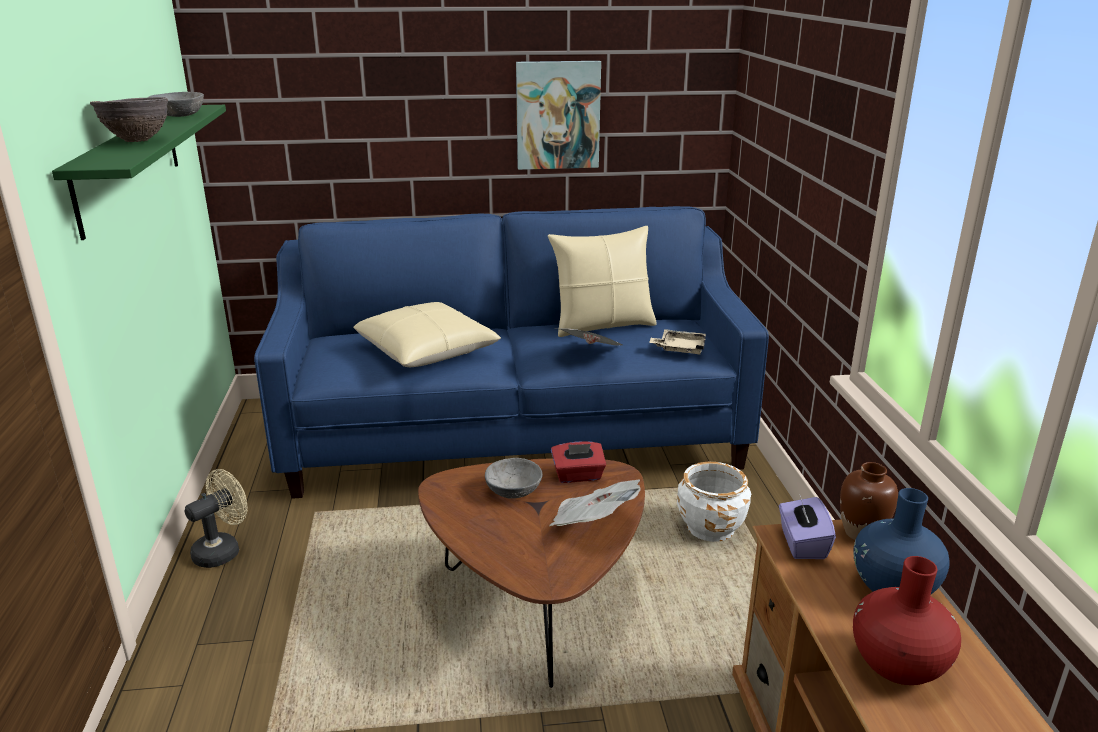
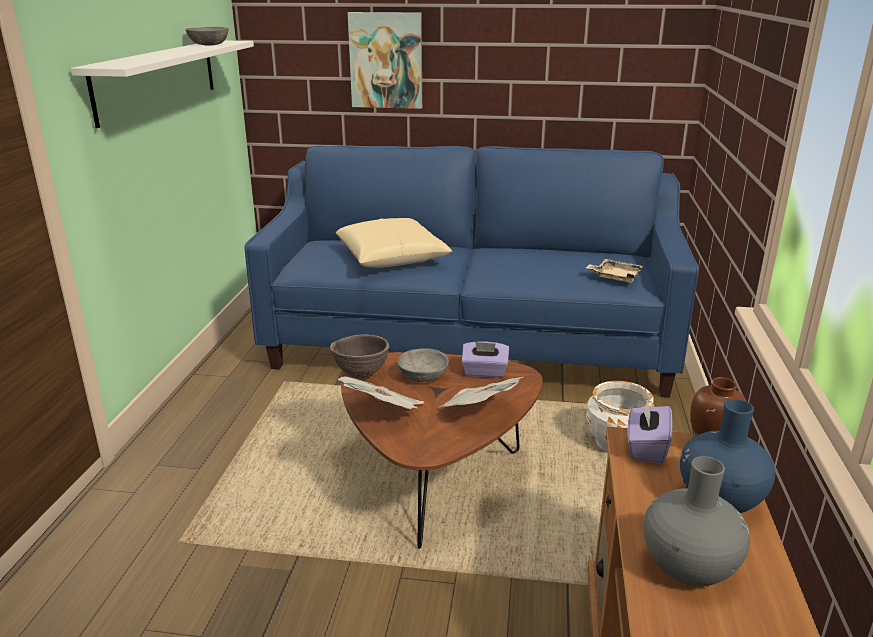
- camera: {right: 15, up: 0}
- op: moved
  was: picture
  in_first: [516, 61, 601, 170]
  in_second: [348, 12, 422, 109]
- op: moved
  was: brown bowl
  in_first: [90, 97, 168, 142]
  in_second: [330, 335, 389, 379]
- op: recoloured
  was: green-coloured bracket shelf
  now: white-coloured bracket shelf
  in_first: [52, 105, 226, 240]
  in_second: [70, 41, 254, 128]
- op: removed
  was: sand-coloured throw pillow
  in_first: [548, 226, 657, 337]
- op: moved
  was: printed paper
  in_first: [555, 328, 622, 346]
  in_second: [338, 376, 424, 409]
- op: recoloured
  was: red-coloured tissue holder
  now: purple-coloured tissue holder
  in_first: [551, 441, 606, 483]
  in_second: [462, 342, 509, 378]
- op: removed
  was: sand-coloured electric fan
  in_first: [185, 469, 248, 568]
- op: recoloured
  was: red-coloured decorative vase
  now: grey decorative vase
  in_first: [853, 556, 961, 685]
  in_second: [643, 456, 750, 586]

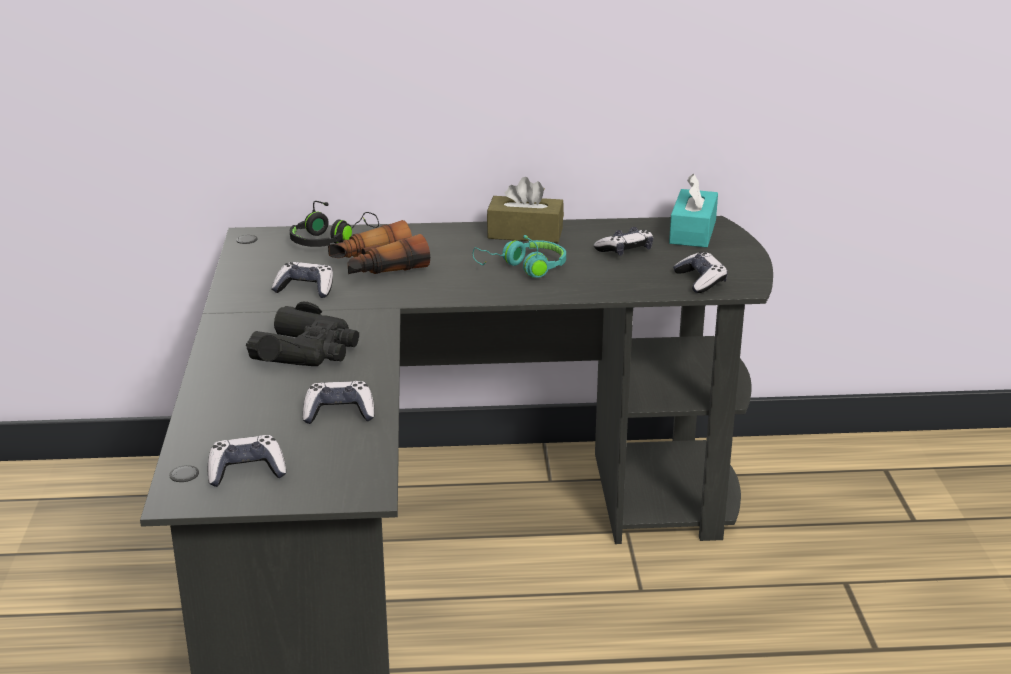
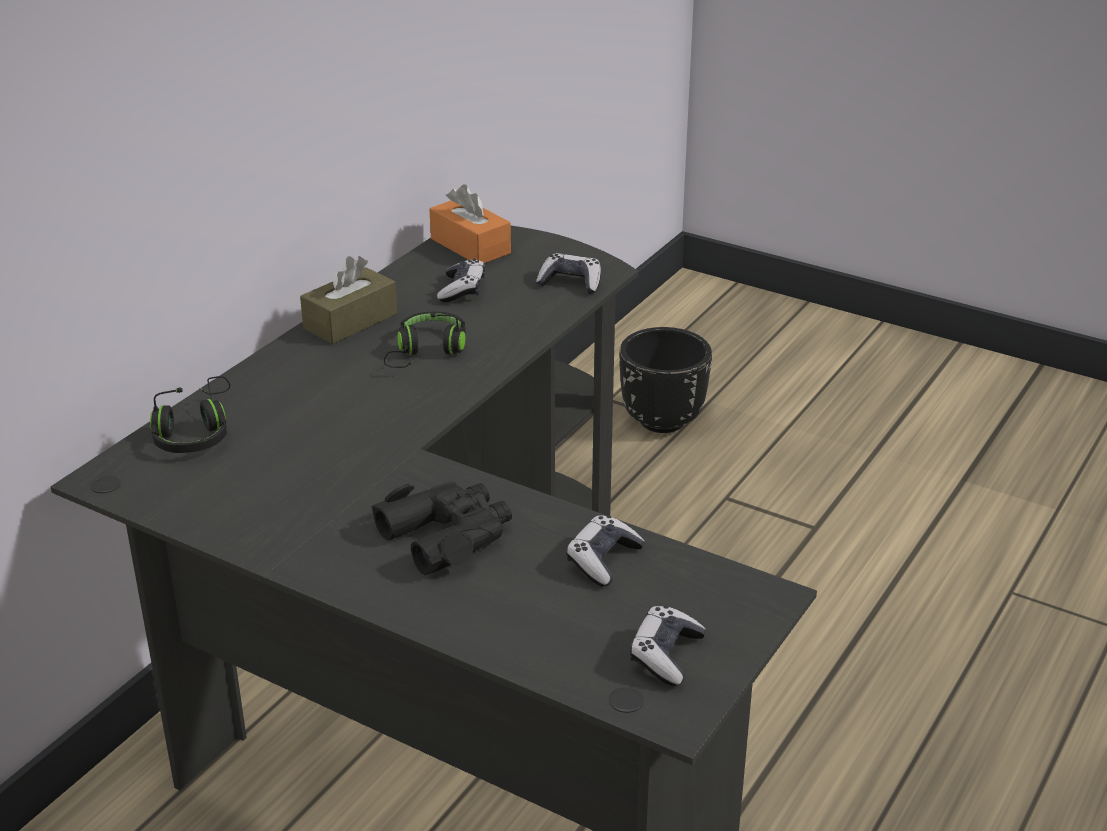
- camera: {right: -55, up: 5}
- op: recoloured
  was: blue-green tissue holder
  now: orange-coloured tissue holder
  in_first: [669, 174, 718, 248]
  in_second: [429, 184, 511, 264]
- op: removed
  was: field glasses
  in_first: [328, 220, 430, 274]
- op: recoloured
  was: blue-green headset
  now: black-coloured headset
  in_first: [473, 235, 566, 278]
  in_second: [384, 312, 466, 368]
- op: removed
  was: joypad
  in_first: [271, 262, 333, 298]
- op: added
  now: black-coloured planter
  in_second: [619, 327, 712, 433]

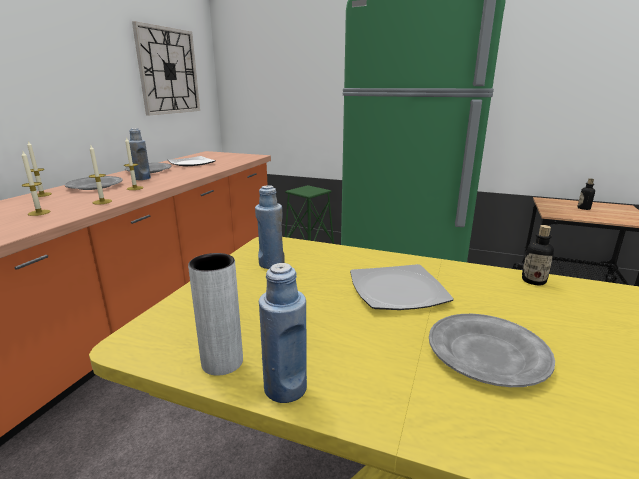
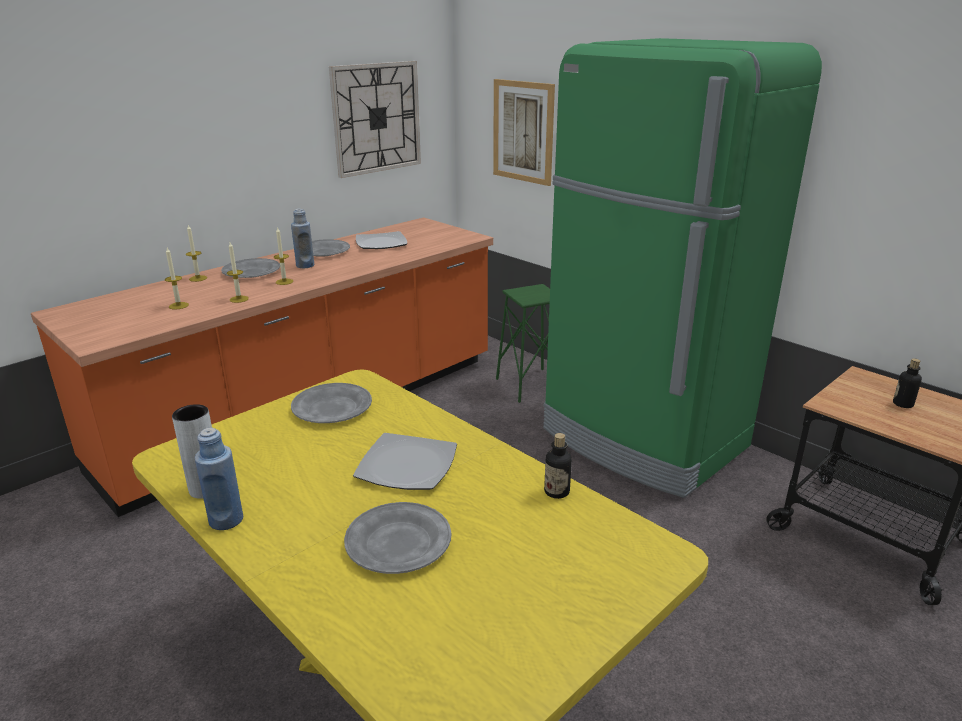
- camera: {right: 25, up: 5}
- op: replaced
  was: bluish bottle
  now: grey plate
  in_first: [255, 185, 285, 269]
  in_second: [291, 383, 372, 423]
- op: added
  now: picture
  in_second: [493, 79, 555, 186]

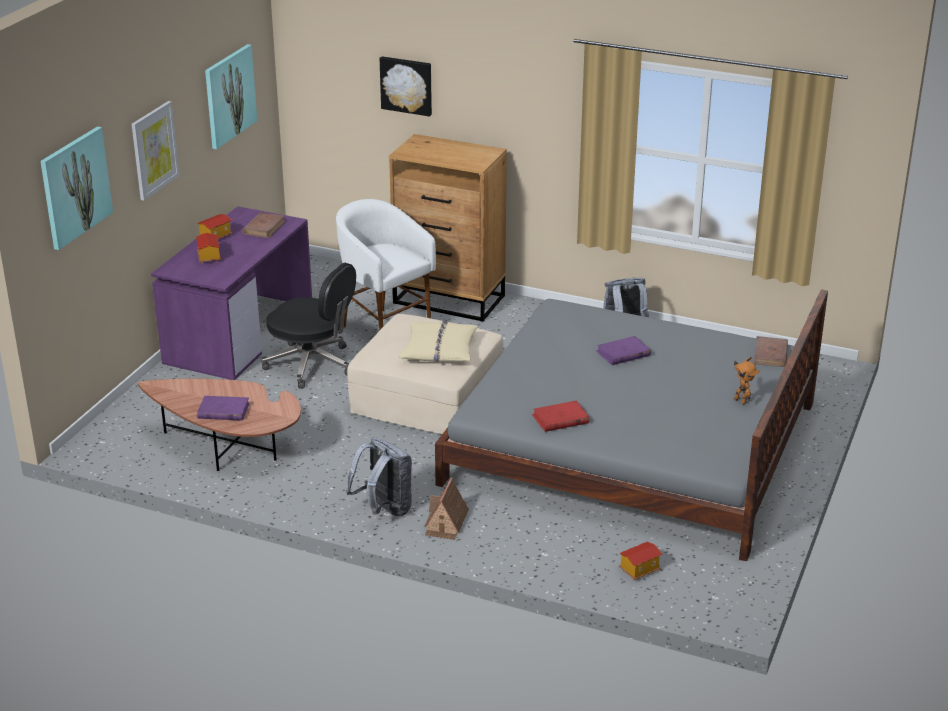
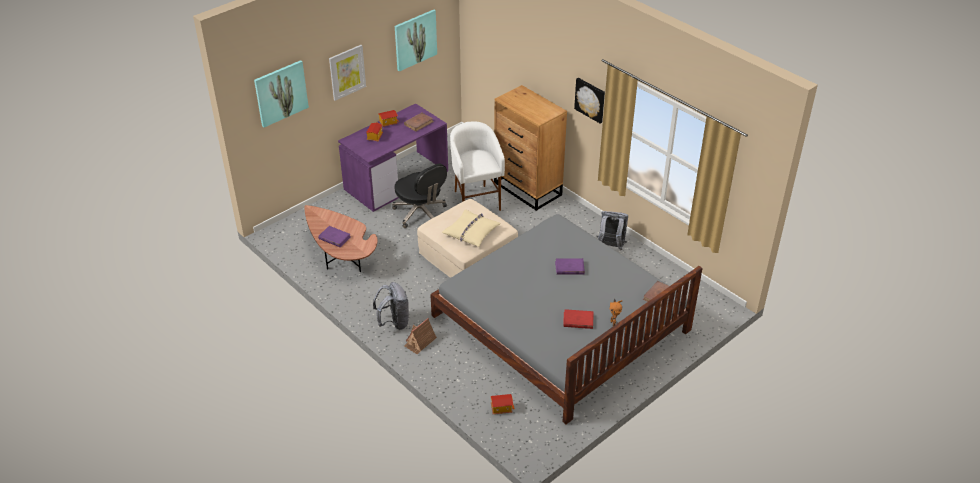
- camera: {right: 25, up: 10}
- op: moved
  was: picture
  in_first: [379, 56, 432, 116]
  in_second: [574, 78, 605, 124]
- op: moved
  was: red-coloured bound book
  in_first: [532, 400, 589, 432]
  in_second: [564, 309, 594, 329]

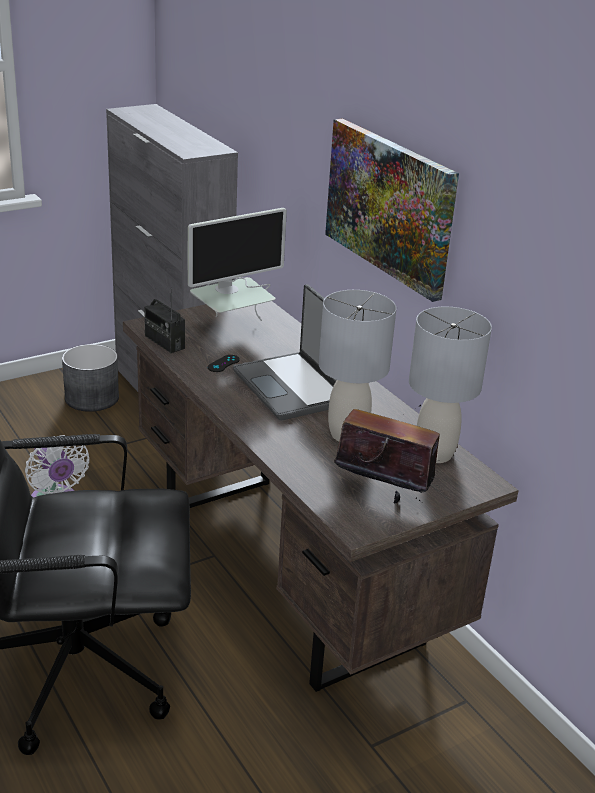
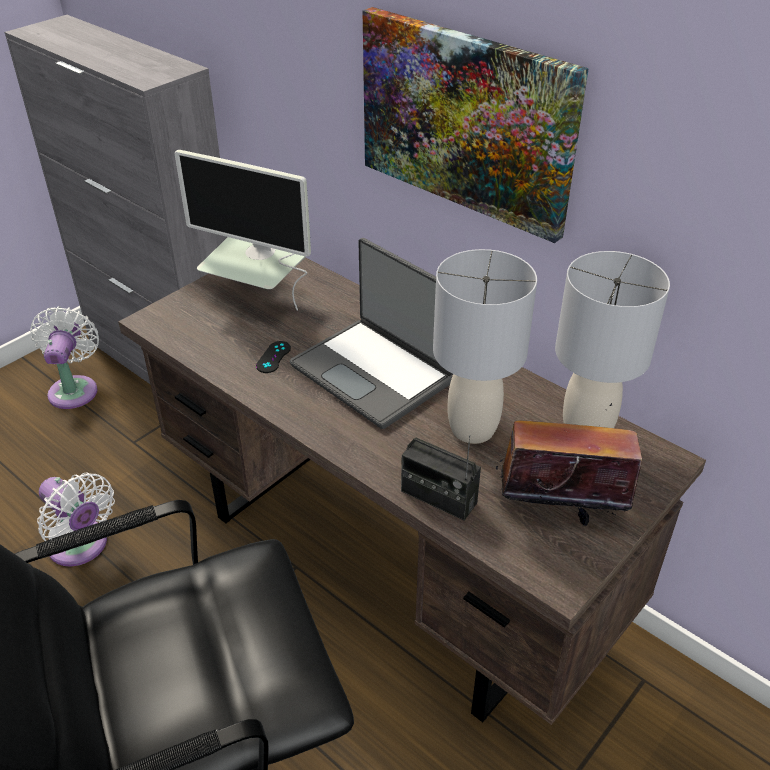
- camera: {right: -15, up: 10}
- op: turned
  was: computer display
  in_first: [188, 208, 287, 321]
  in_second: [175, 150, 311, 310]
  clockwise: 75
- op: moved
  was: radio set
  in_first: [144, 288, 185, 353]
  in_second: [401, 435, 481, 520]
- op: replaced
  was: grey planter
  now: white-coloured electric fan
  in_first: [62, 344, 119, 412]
  in_second: [30, 306, 99, 409]

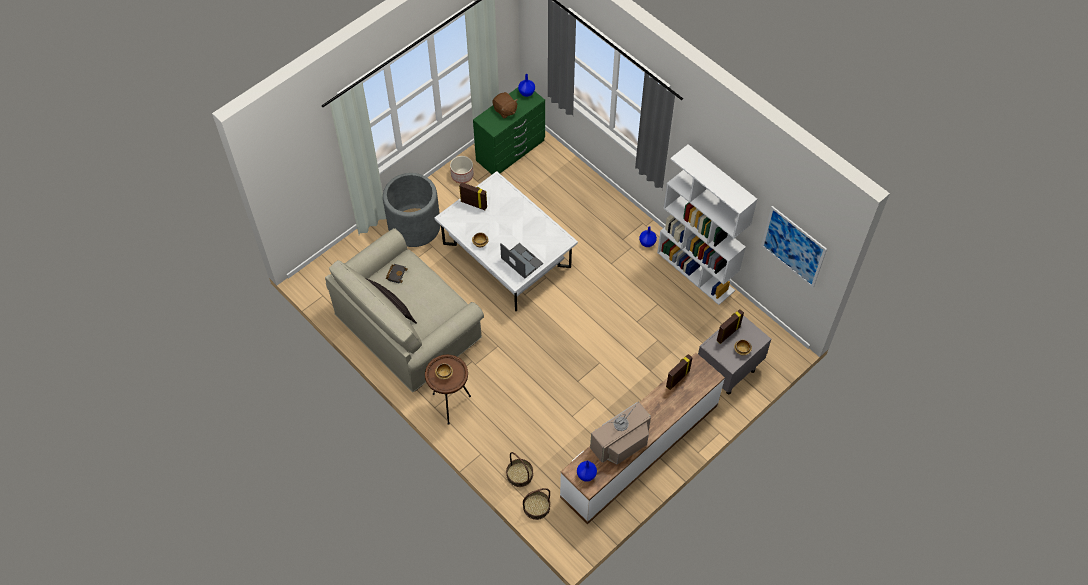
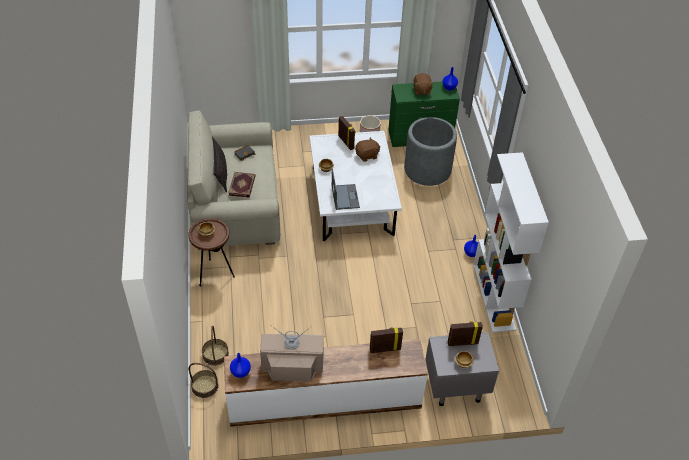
- camera: {right: 35, up: -10}
- op: moved
  was: grey planter
  in_first: [383, 173, 441, 247]
  in_second: [404, 117, 457, 186]
- op: removed
  was: picture
  in_first: [761, 206, 827, 288]
- op: added
  now: brown cuddly toy
  in_second: [355, 137, 380, 162]
- op: added
  now: bound book
  in_second: [228, 172, 256, 198]

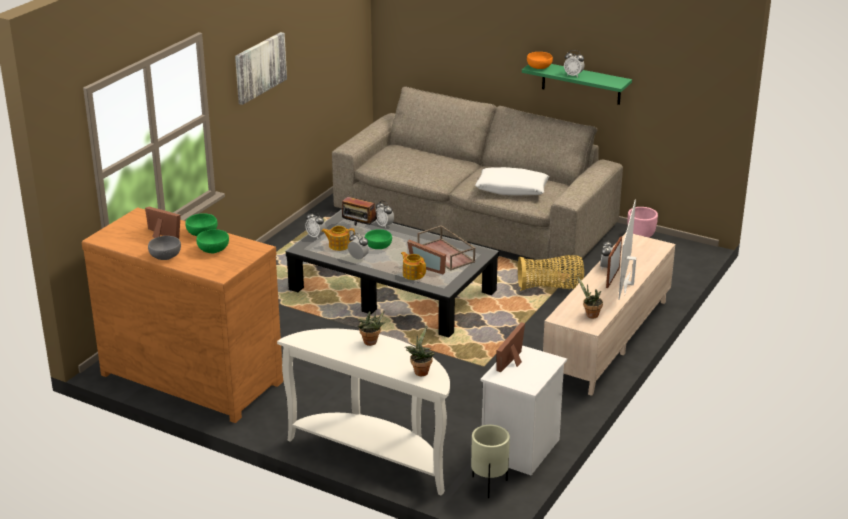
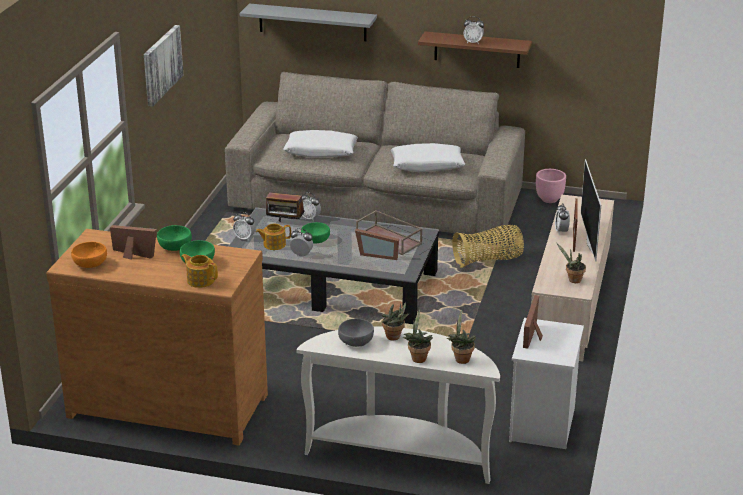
- camera: {right: -15, up: 0}
- op: moved
  was: orange-coloured bowl
  in_first: [527, 52, 553, 69]
  in_second: [71, 242, 107, 268]
- op: recoloured
  was: green-coloured bracket shelf
  now: brown bracket shelf
  in_first: [522, 64, 632, 105]
  in_second: [418, 31, 532, 68]
- op: moved
  was: grey bowl
  in_first: [148, 236, 181, 260]
  in_second: [338, 319, 374, 347]
- op: moved
  was: tea pot
  in_first: [401, 252, 426, 280]
  in_second: [181, 254, 218, 288]
- op: removed
  was: sand-coloured planter
  in_first: [471, 425, 510, 498]
- op: added
  now: grey bracket shelf
  in_second: [240, 3, 377, 41]
- op: added
  now: white-coloured throw pillow
  in_second: [283, 130, 358, 158]
- op: added
  now: potted plant
  in_second: [403, 309, 433, 363]

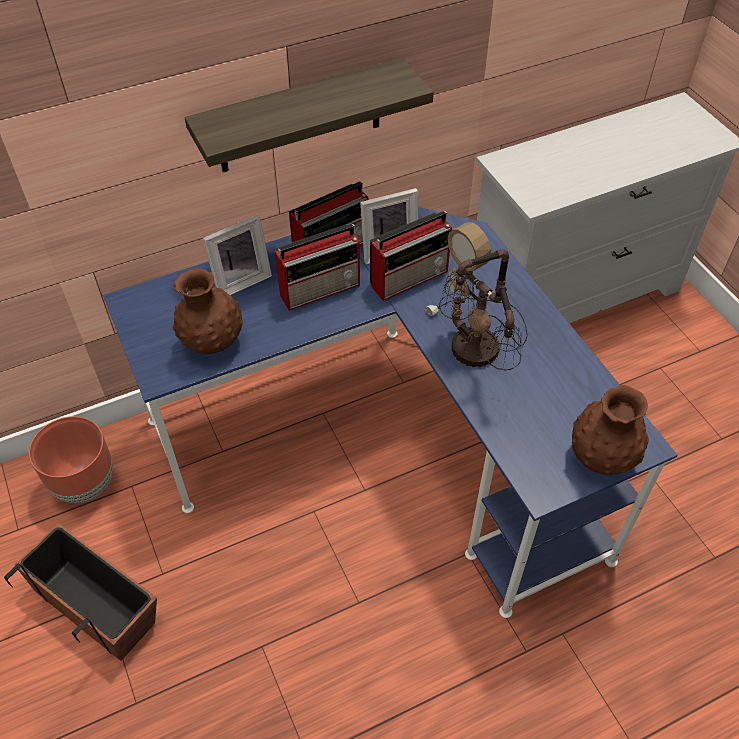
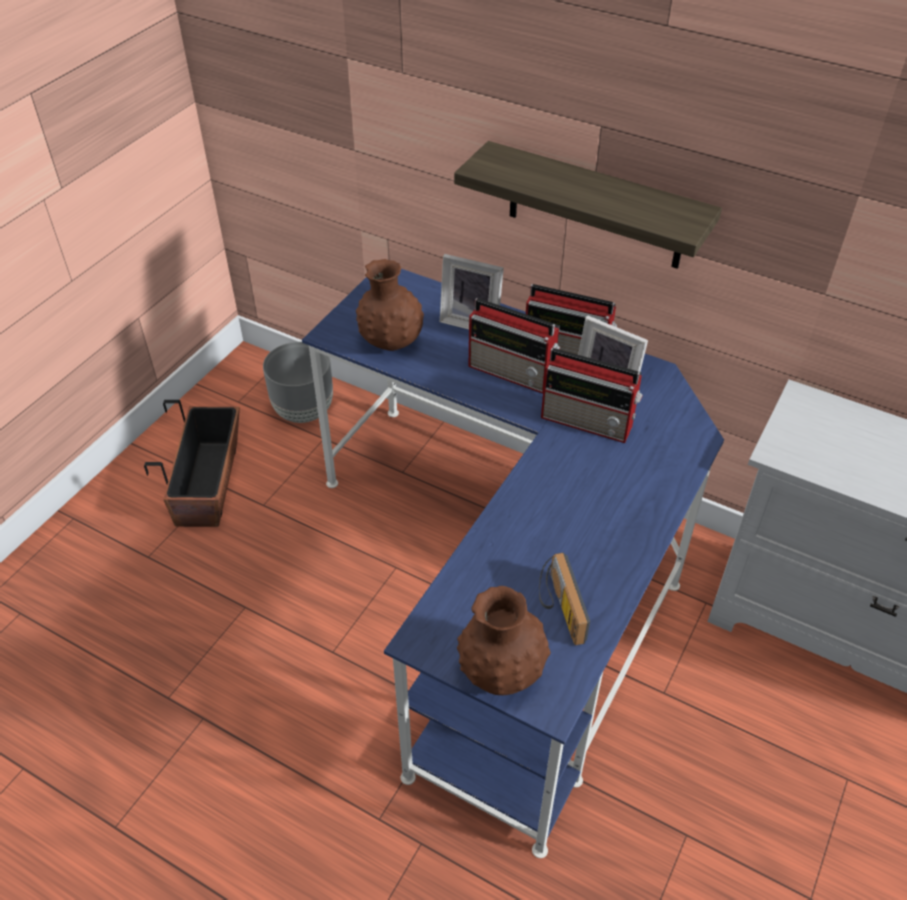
- camera: {right: 55, up: -5}
- op: removed
  was: lamp for a table
  in_first: [424, 222, 527, 370]
- op: recoloured
  was: brown planter
  now: grey planter
  in_first: [29, 416, 113, 503]
  in_second: [263, 342, 333, 423]
- op: added
  now: radio set
  in_second: [539, 553, 590, 645]

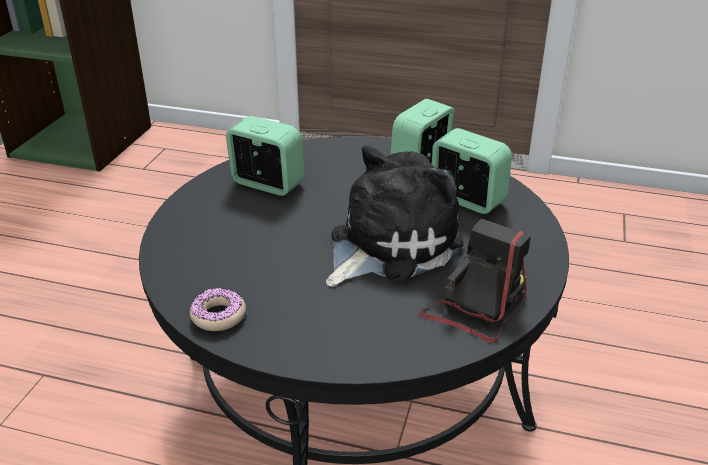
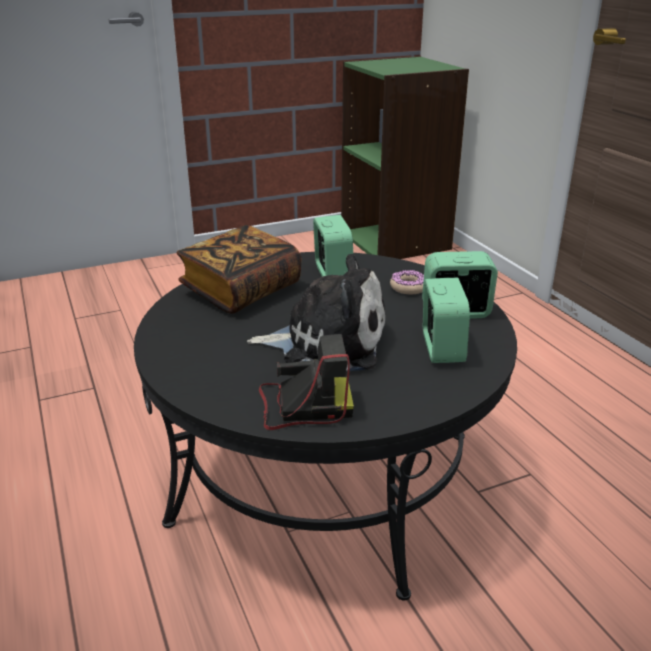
- camera: {right: 50, up: -5}
- op: moved
  was: ring doughnut
  in_first: [190, 288, 246, 331]
  in_second: [390, 270, 424, 295]
- op: added
  now: bound book
  in_second: [176, 225, 301, 314]

